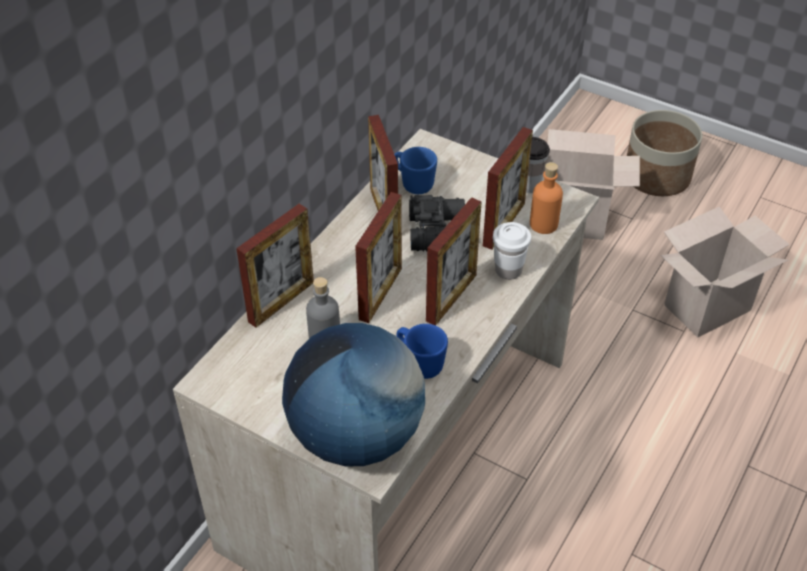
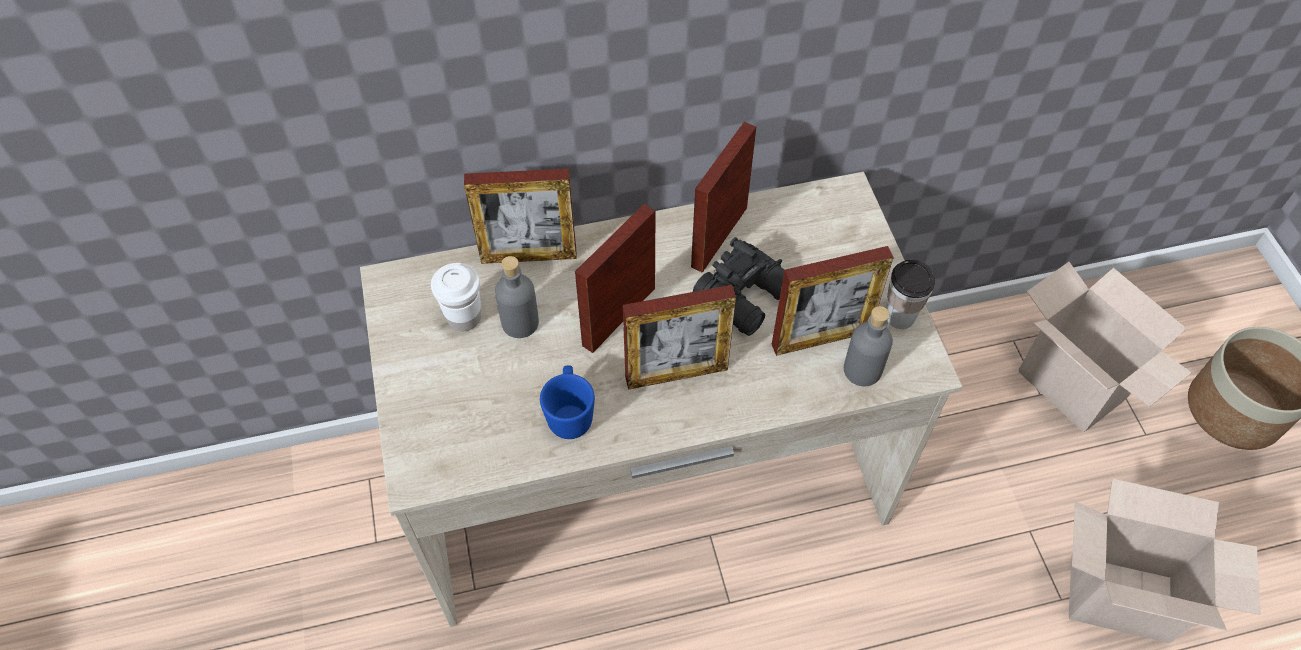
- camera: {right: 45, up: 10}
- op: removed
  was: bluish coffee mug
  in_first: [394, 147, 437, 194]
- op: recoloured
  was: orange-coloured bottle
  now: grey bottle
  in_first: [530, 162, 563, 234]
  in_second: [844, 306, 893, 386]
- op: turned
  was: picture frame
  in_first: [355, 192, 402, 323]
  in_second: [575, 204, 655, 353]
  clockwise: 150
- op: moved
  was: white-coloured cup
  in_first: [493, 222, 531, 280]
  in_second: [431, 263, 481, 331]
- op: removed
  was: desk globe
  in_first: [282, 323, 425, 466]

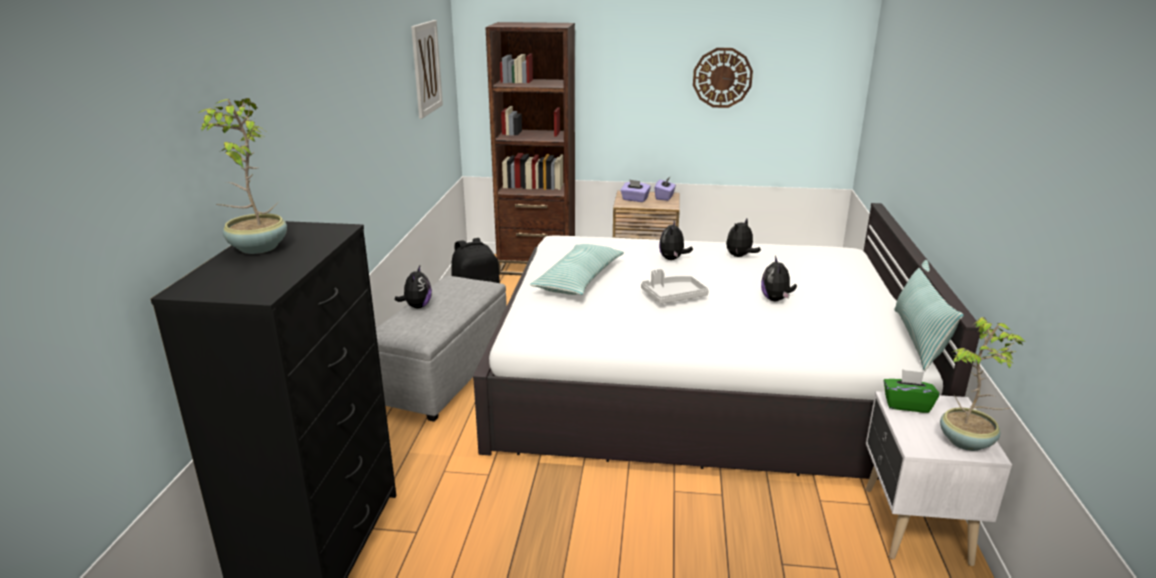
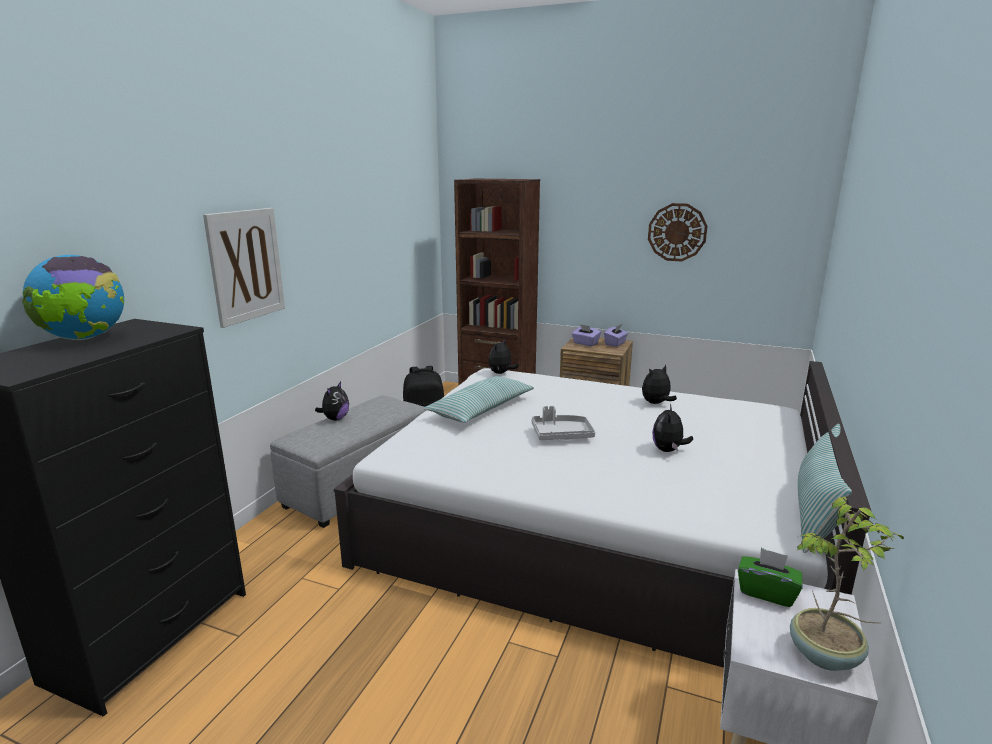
- camera: {right: 15, up: -5}
- op: moved
  was: picture
  in_first: [411, 20, 443, 119]
  in_second: [203, 208, 285, 328]
- op: replaced
  was: potted plant
  now: desk globe
  in_first: [198, 98, 287, 254]
  in_second: [22, 255, 124, 340]
- op: moved
  was: cuddly toy
  in_first: [659, 221, 693, 260]
  in_second: [489, 338, 519, 374]

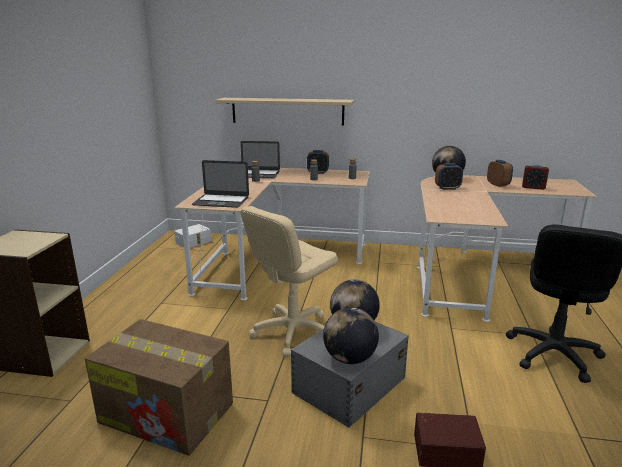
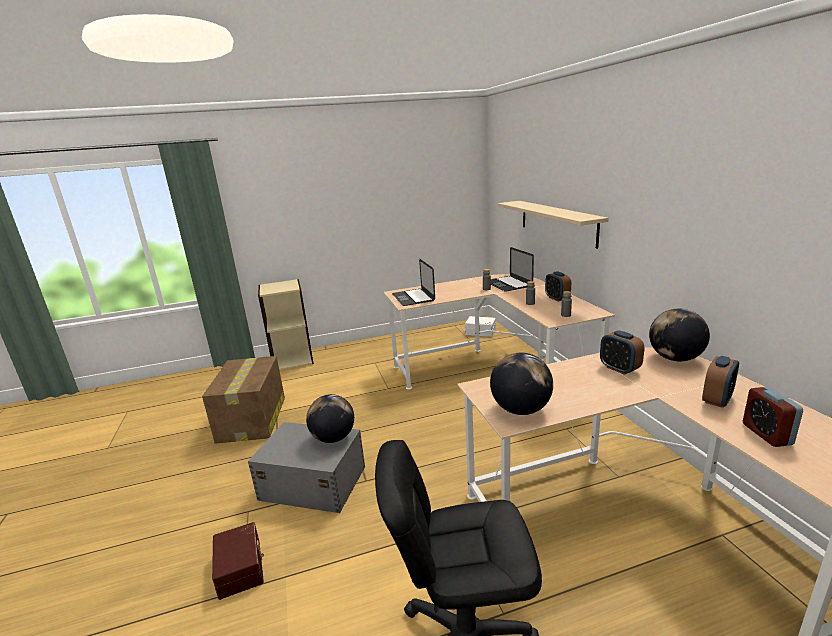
- camera: {right: 65, up: 0}
- op: removed
  was: sand-coloured computer chair
  in_first: [240, 206, 338, 357]
- op: moved
  was: desk globe
  in_first: [323, 307, 379, 364]
  in_second: [490, 352, 553, 415]

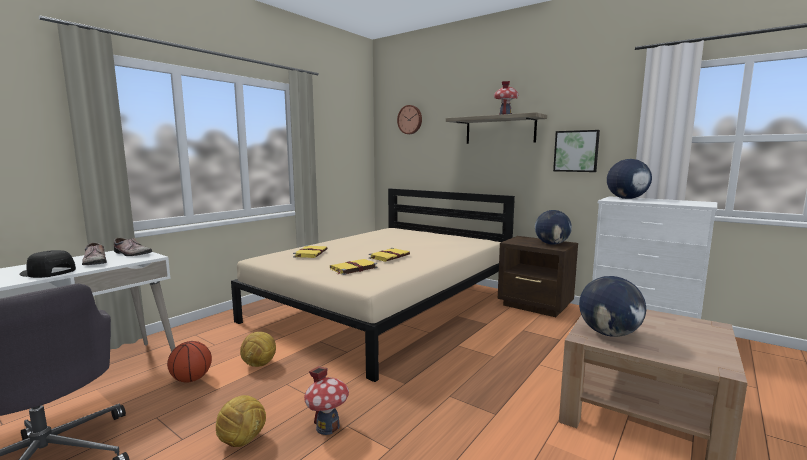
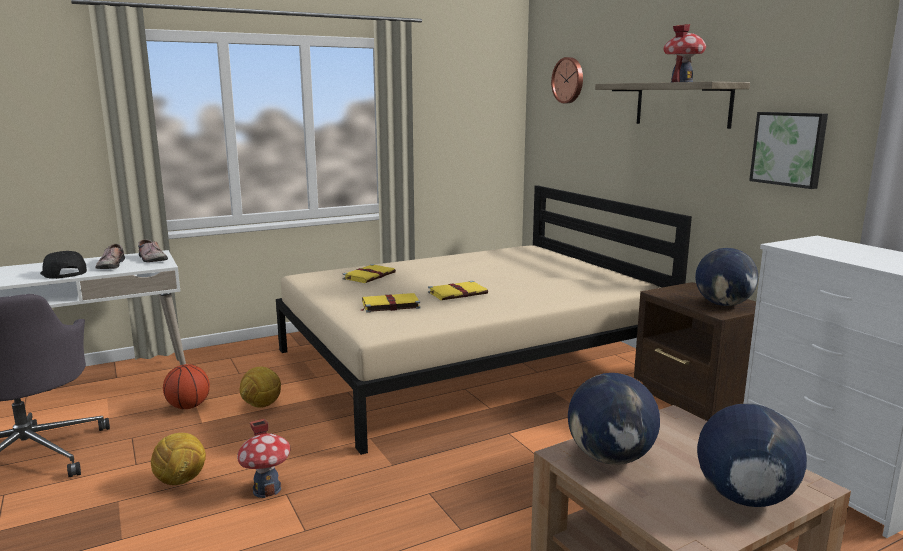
- camera: {right: 25, up: 5}
- op: moved
  was: desk globe
  in_first: [607, 159, 652, 199]
  in_second: [697, 403, 807, 507]

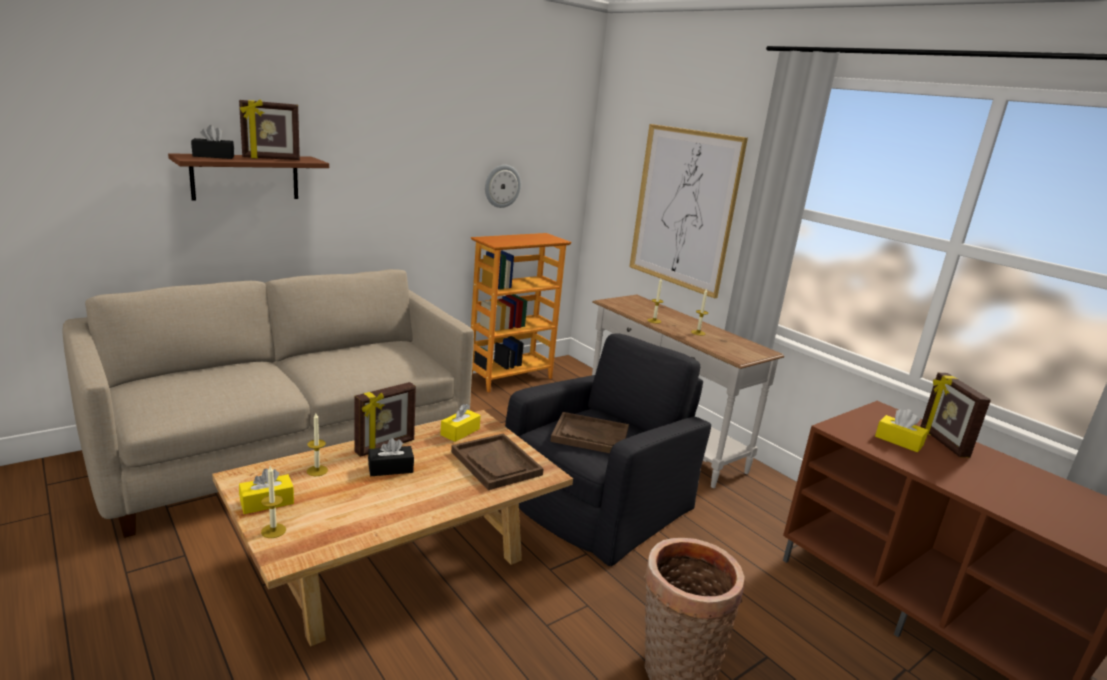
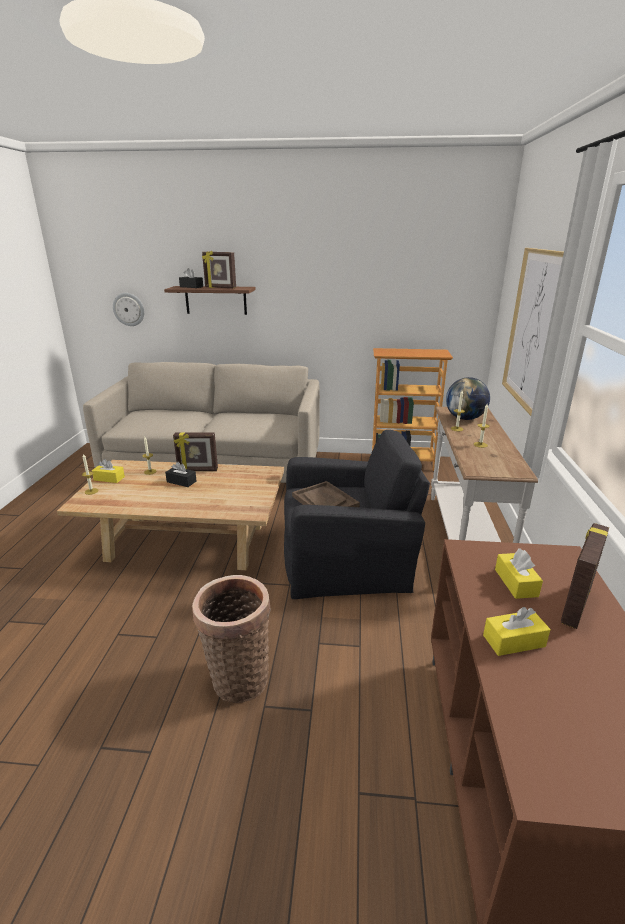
- camera: {right: 45, up: 5}
- op: moved
  was: wall clock
  in_first: [485, 165, 521, 208]
  in_second: [113, 293, 145, 326]
- op: moved
  was: yellowish tissue holder
  in_first: [440, 404, 481, 442]
  in_second: [483, 607, 551, 656]
- op: removed
  was: brown serving tray
  in_first: [451, 433, 544, 490]
- op: added
  now: desk globe
  in_second: [446, 377, 490, 420]

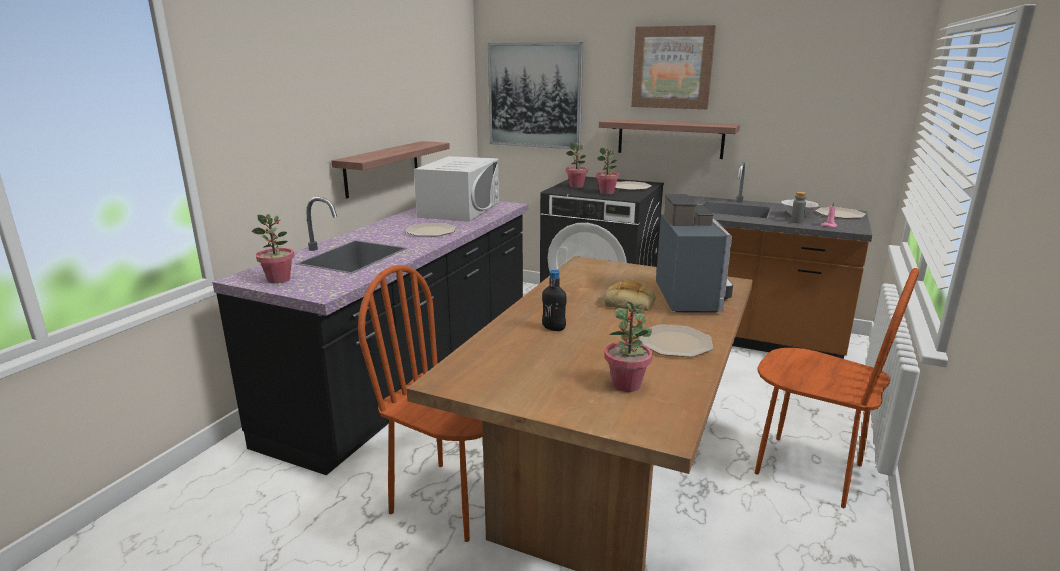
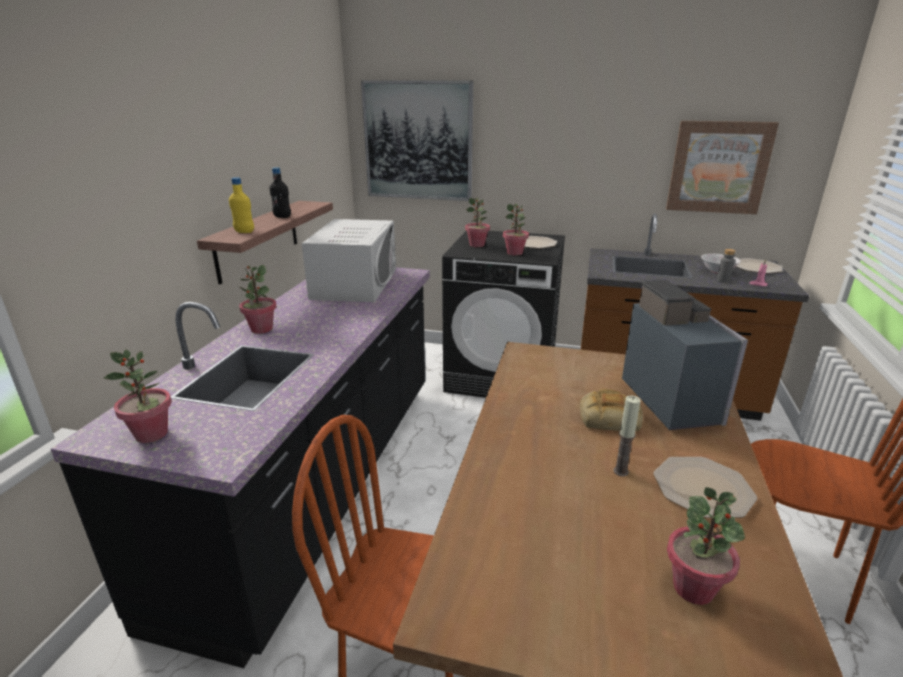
- camera: {right: -10, up: 5}
- op: moved
  was: picture
  in_first: [631, 25, 716, 109]
  in_second: [666, 121, 779, 214]
- op: removed
  was: bracket shelf
  in_first: [599, 119, 740, 159]
- op: removed
  was: plate
  in_first: [405, 223, 456, 236]
- op: moved
  was: black-coloured bottle
  in_first: [542, 270, 567, 331]
  in_second: [269, 167, 291, 218]
- op: added
  now: yellowish bottle
  in_second: [229, 177, 254, 233]
- op: added
  now: potted plant
  in_second: [239, 265, 277, 334]
- op: added
  now: candle
  in_second: [613, 395, 641, 476]

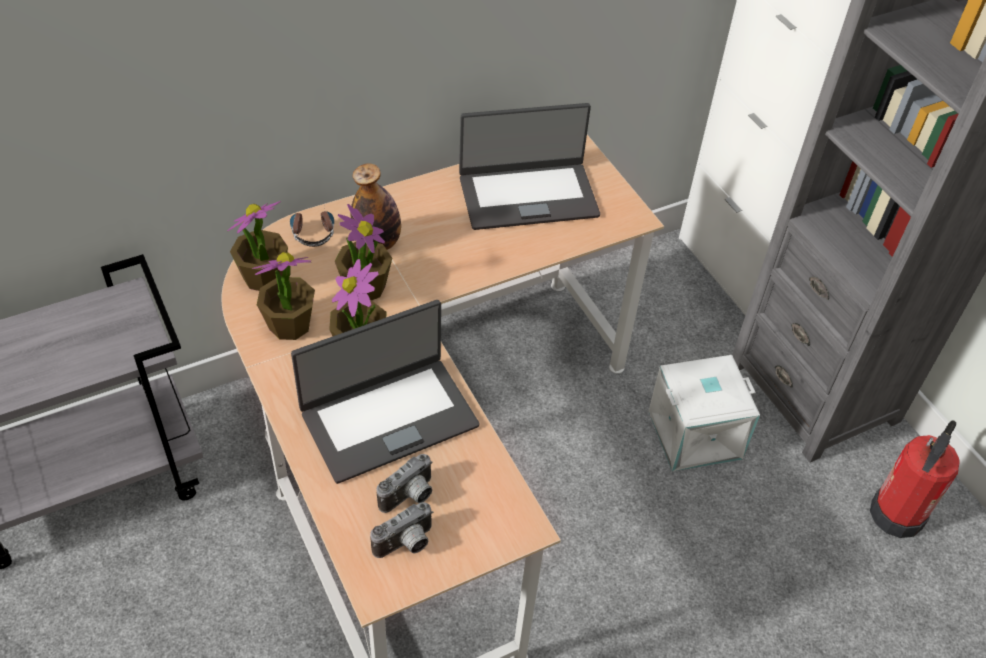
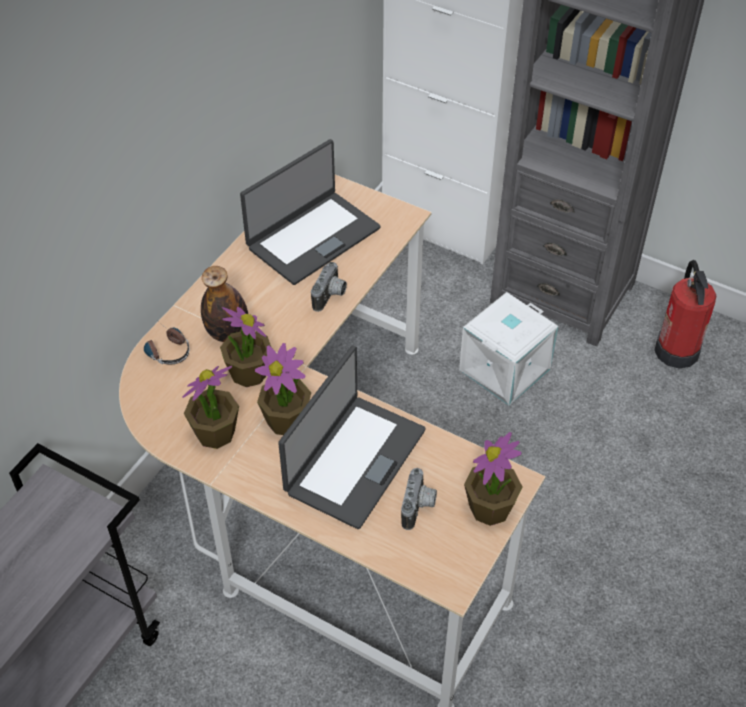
- camera: {right: -30, up: 0}
- op: moved
  was: potted plant
  in_first: [227, 201, 288, 291]
  in_second: [464, 432, 522, 526]
- op: moved
  was: still camera
  in_first: [370, 502, 433, 558]
  in_second: [311, 262, 347, 312]

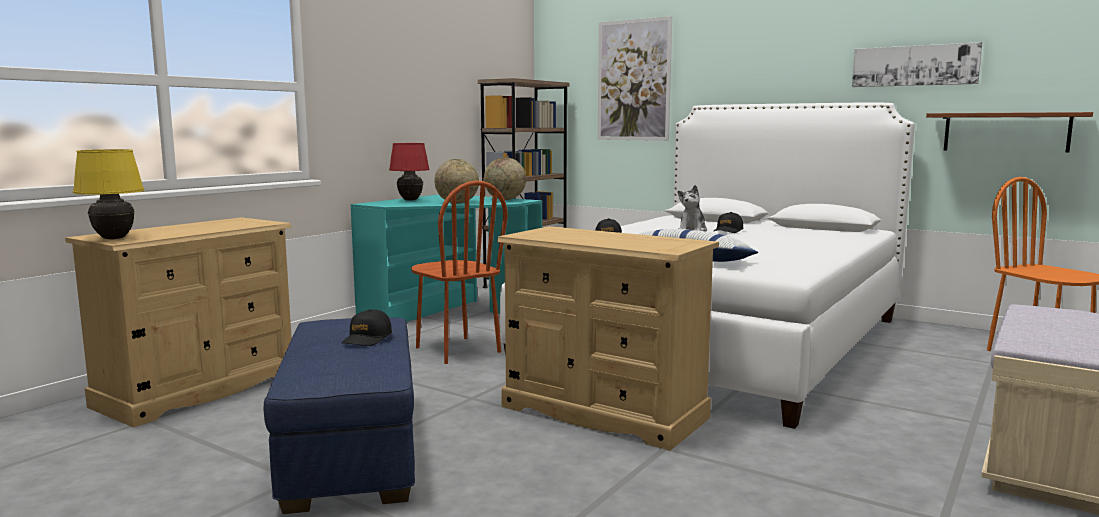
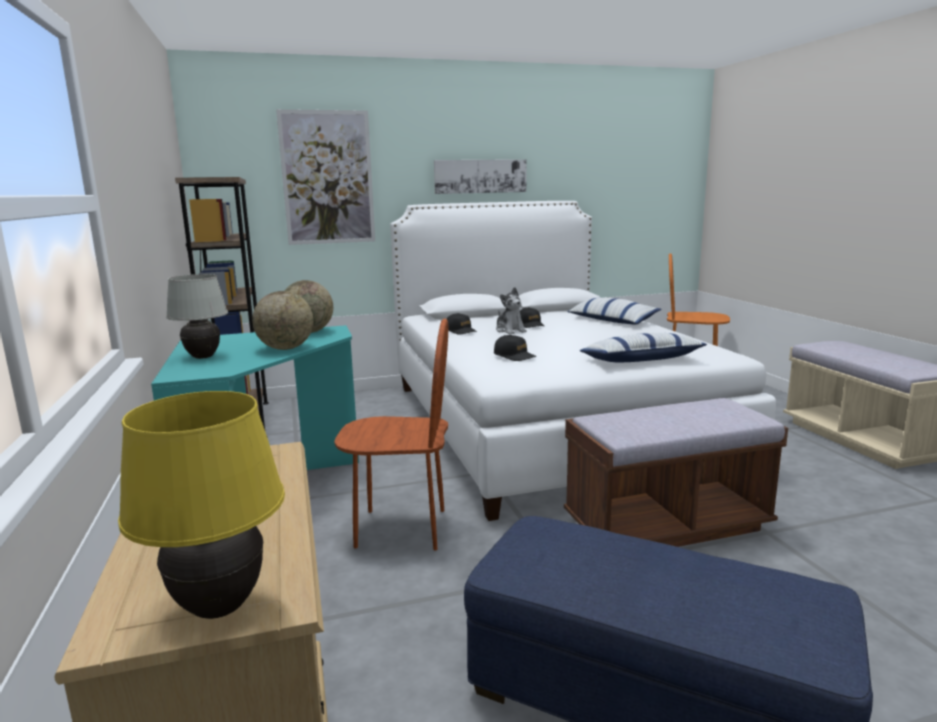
- camera: {right: -50, up: 5}
- op: moved
  was: picture
  in_first: [852, 42, 982, 87]
  in_second: [434, 159, 526, 194]
- op: removed
  was: brown bracket shelf
  in_first: [926, 112, 1093, 153]
- op: recoloured
  was: red-coloured lamp for a table
  now: white-coloured lamp for a table
  in_first: [389, 143, 430, 201]
  in_second: [166, 274, 228, 359]
- op: replaced
  was: sand-coloured chest of drawers
  now: brown long seat
  in_first: [497, 226, 719, 451]
  in_second: [564, 398, 788, 547]
- op: moved
  was: black-coloured baseball cap
  in_first: [342, 309, 392, 346]
  in_second: [447, 313, 477, 335]
- op: added
  now: throw pillow
  in_second: [567, 298, 661, 325]

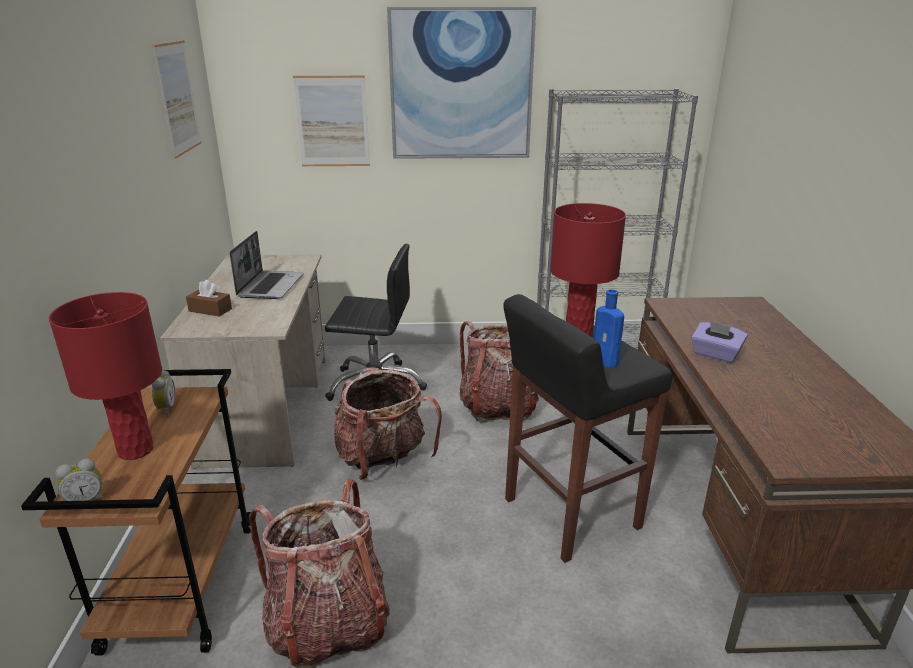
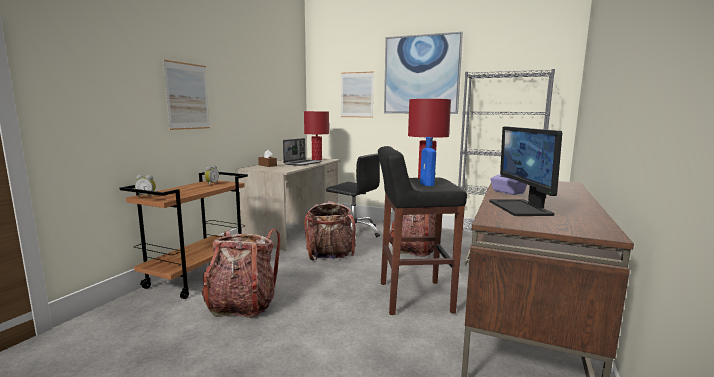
- camera: {right: 25, up: -15}
- op: moved
  was: picture
  in_first: [152, 40, 201, 159]
  in_second: [163, 60, 210, 130]
- op: moved
  was: red-coloured lamp for a table
  in_first: [49, 292, 162, 460]
  in_second: [304, 111, 329, 160]
- op: added
  now: computer display
  in_second: [489, 127, 562, 216]

